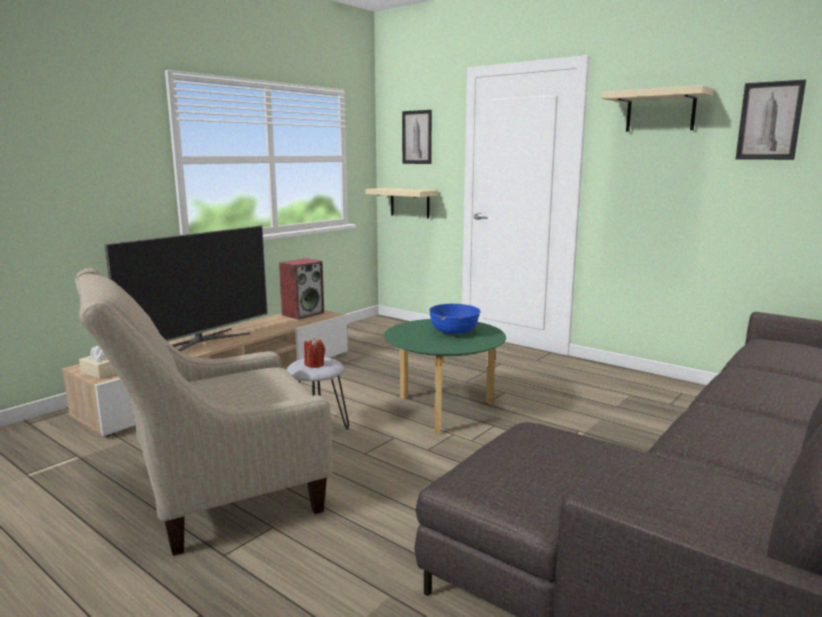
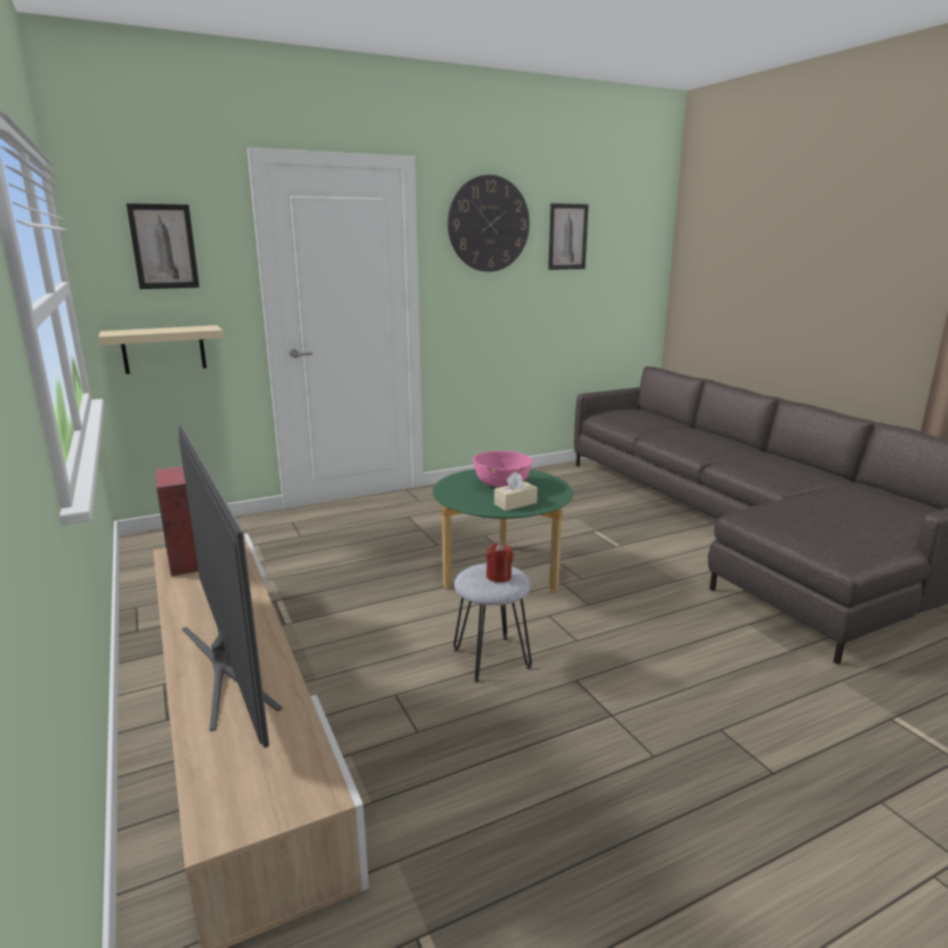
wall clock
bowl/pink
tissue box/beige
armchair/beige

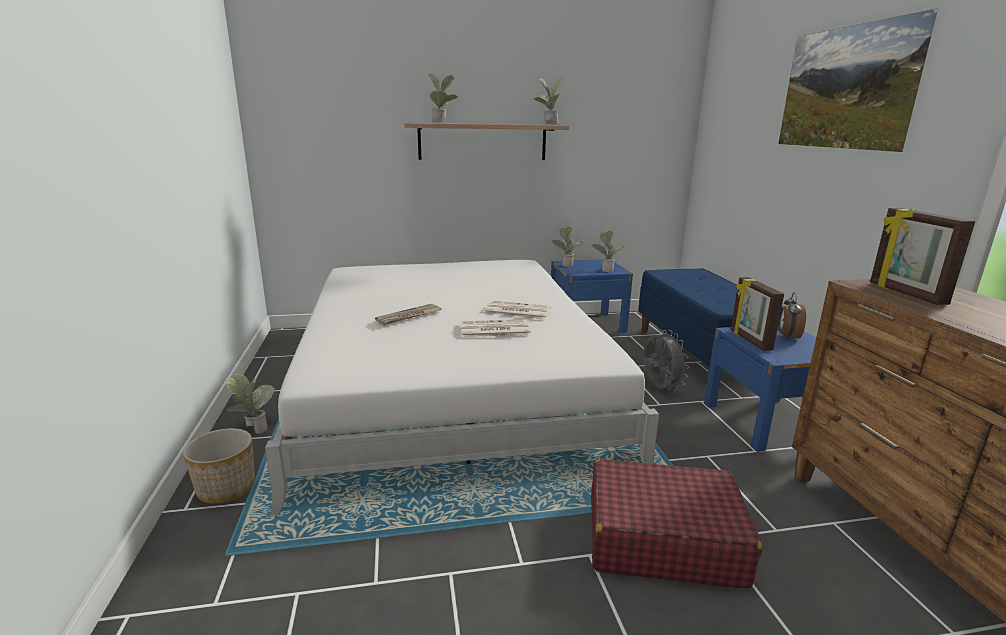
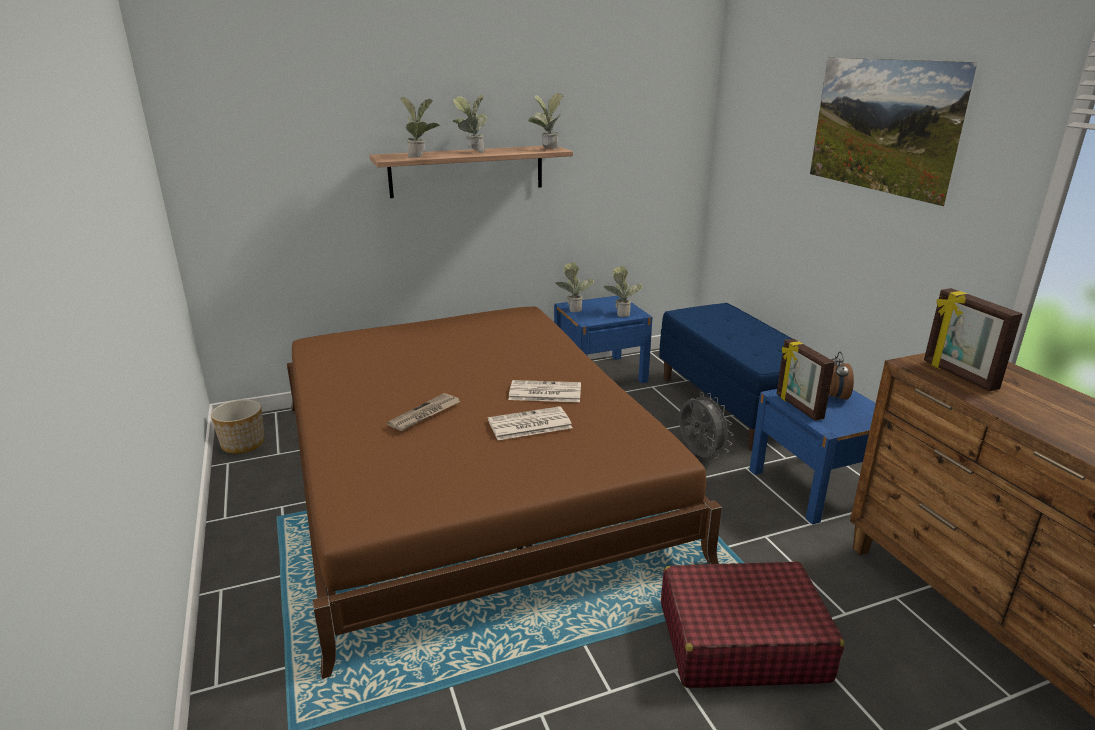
planter
bed/brown
potted plant (2nd from left)

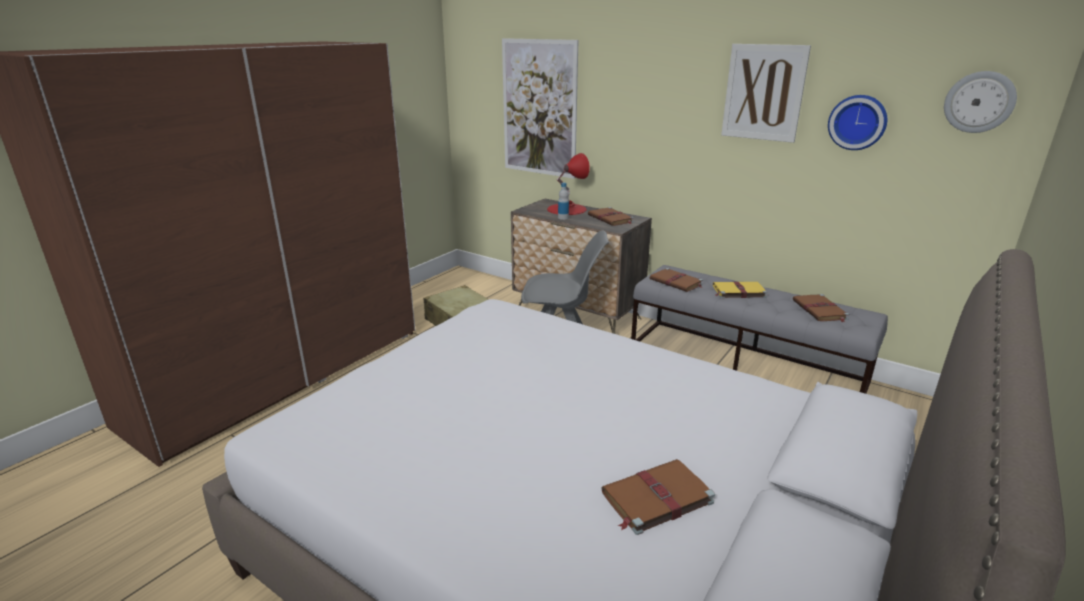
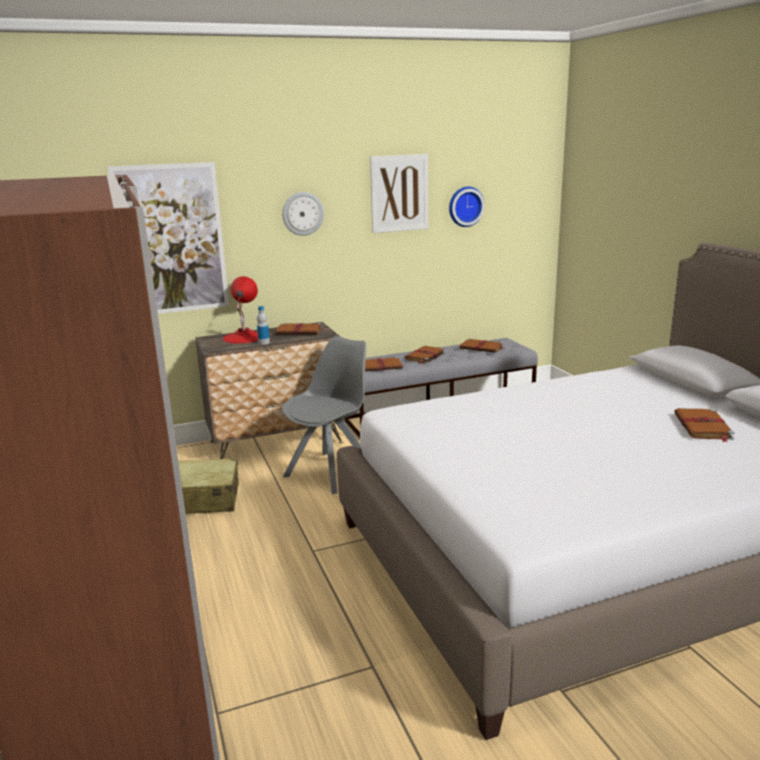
wall clock (1st from left)
book/brown (3rd from left)

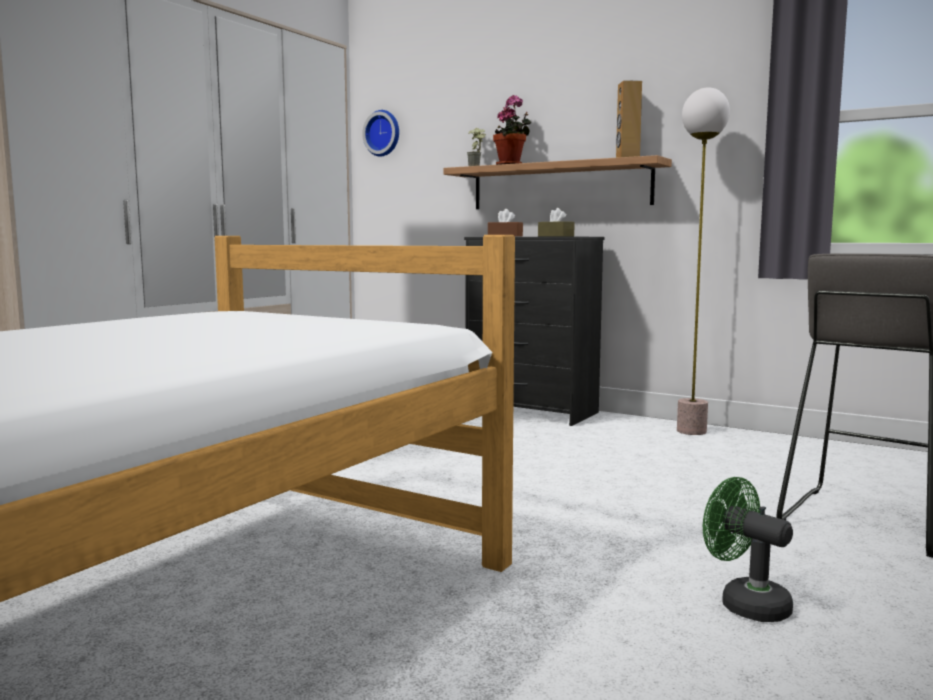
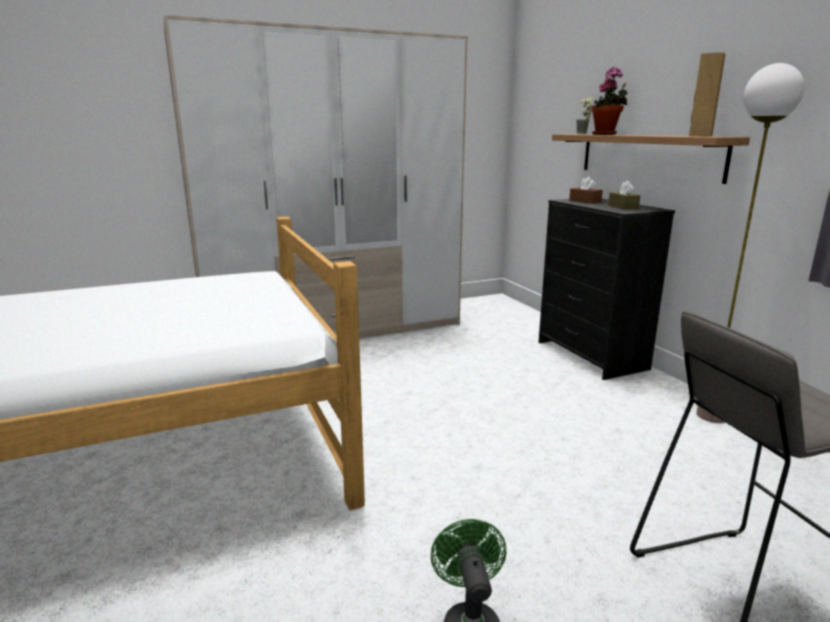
wall clock

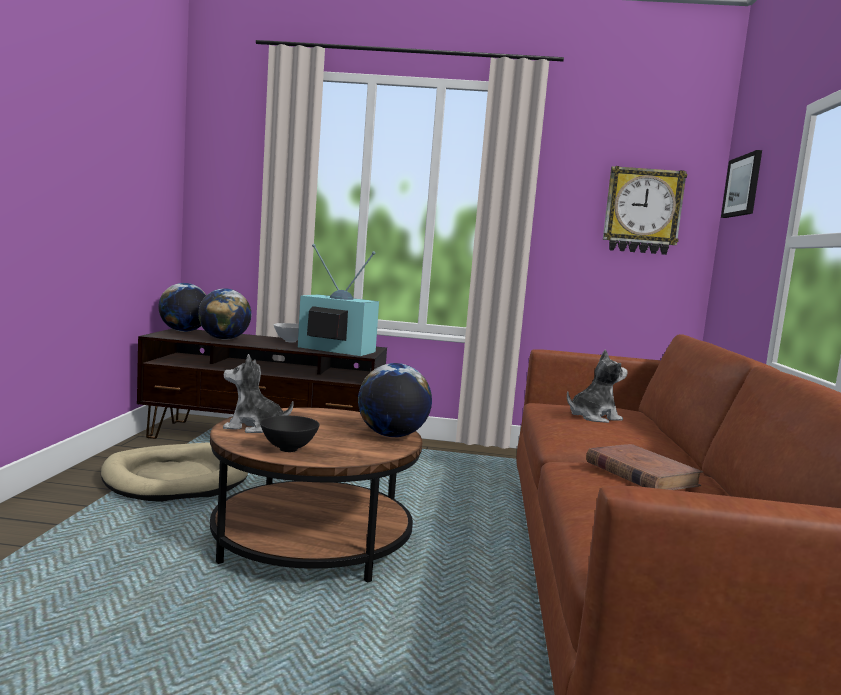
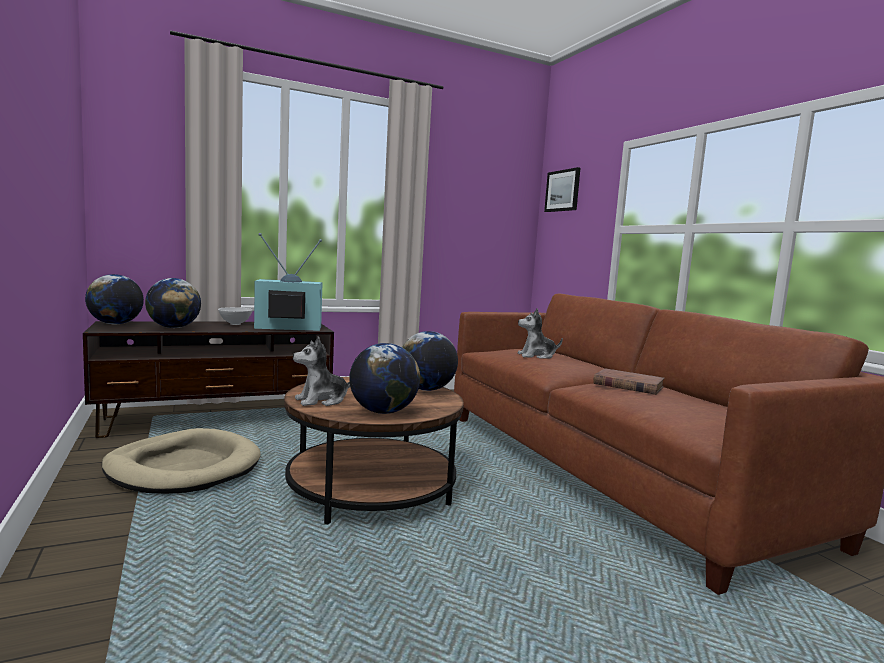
globe (3rd from left)
plush toy (2nd from left)
wall clock

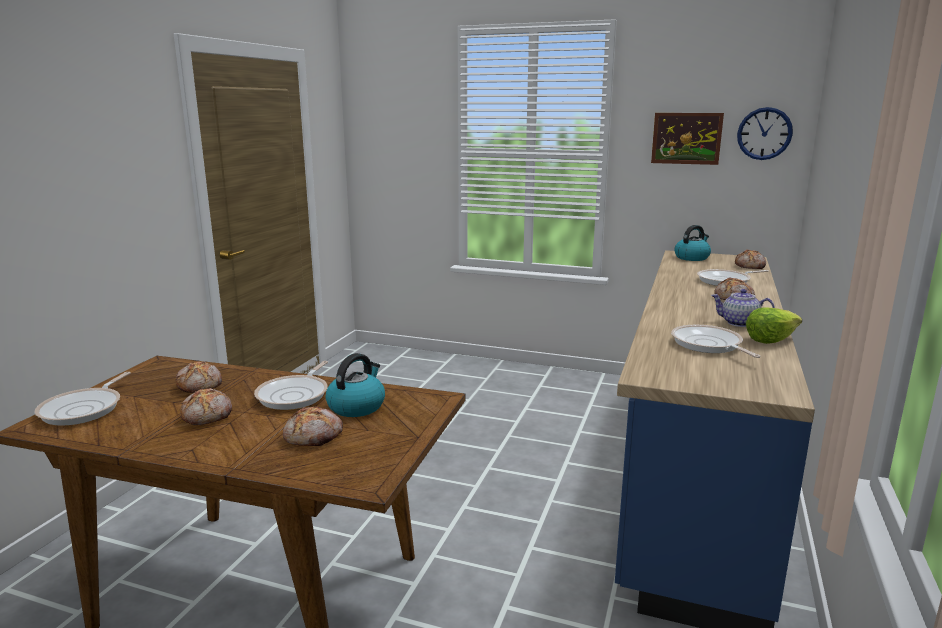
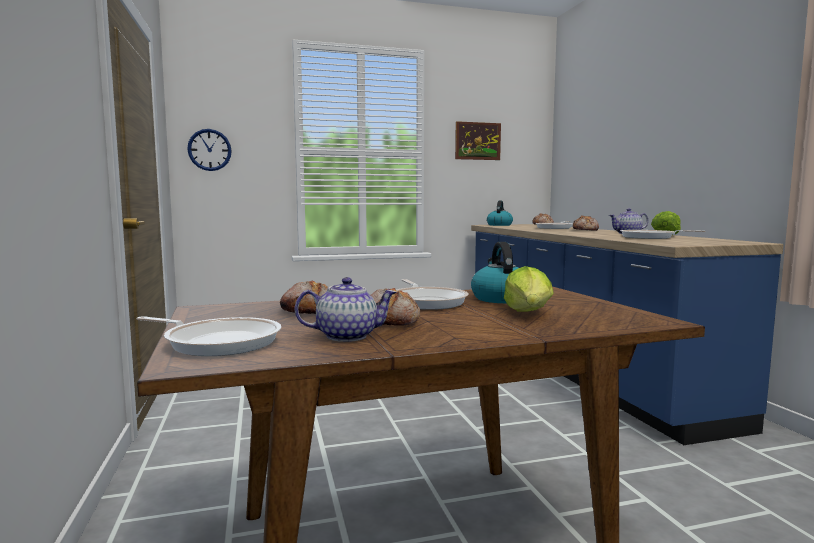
frying pan (1st from left)
wall clock
teapot (1st from left)
lettuce (1st from left)

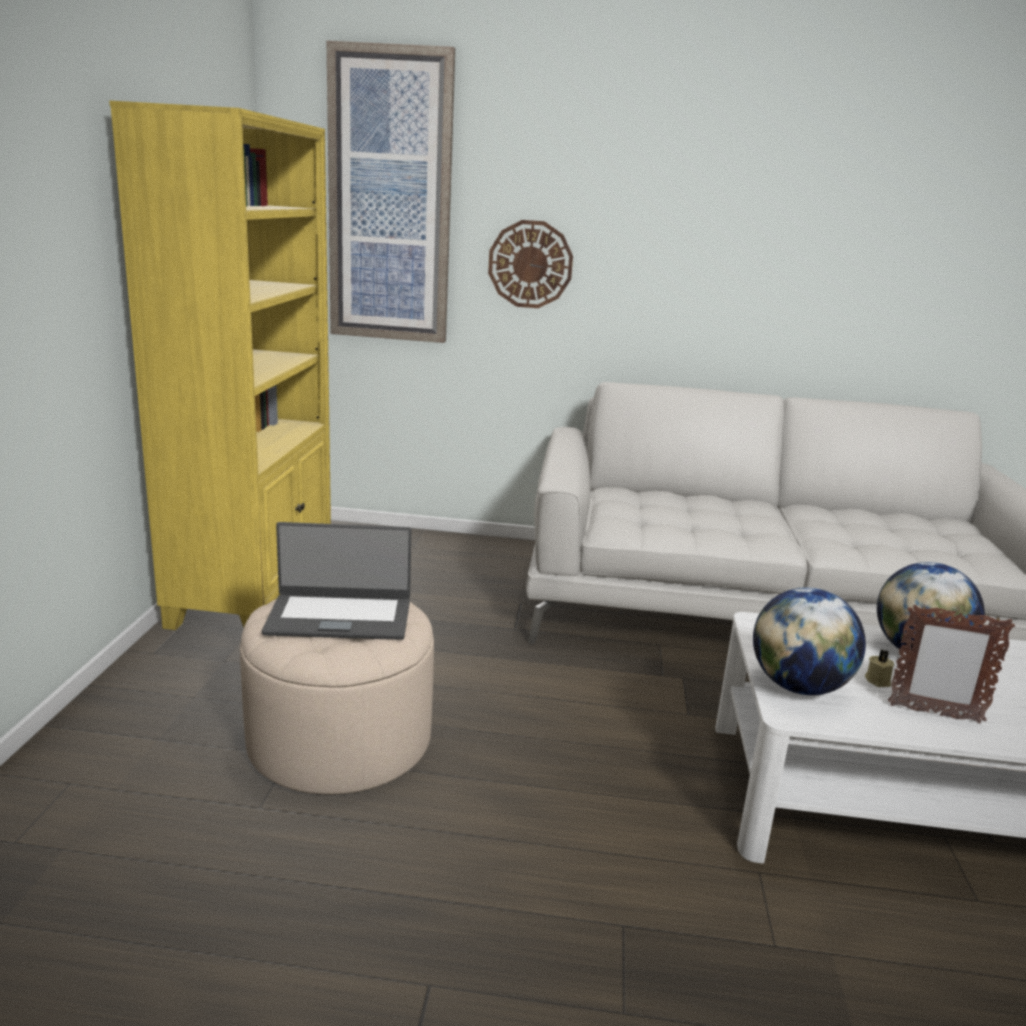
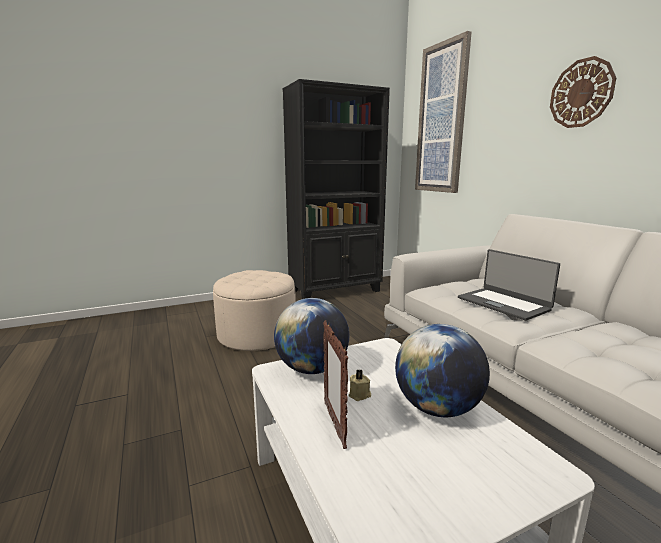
bookcase/black
laptop
wall clock

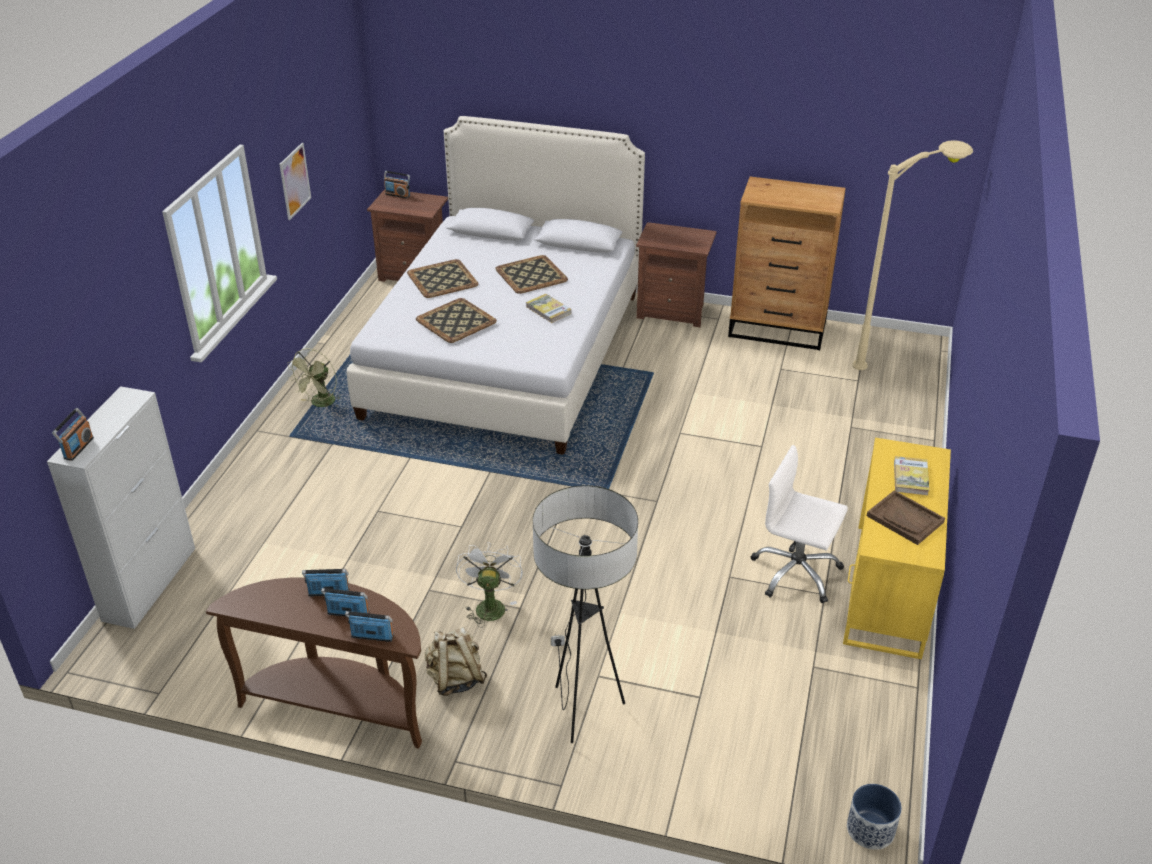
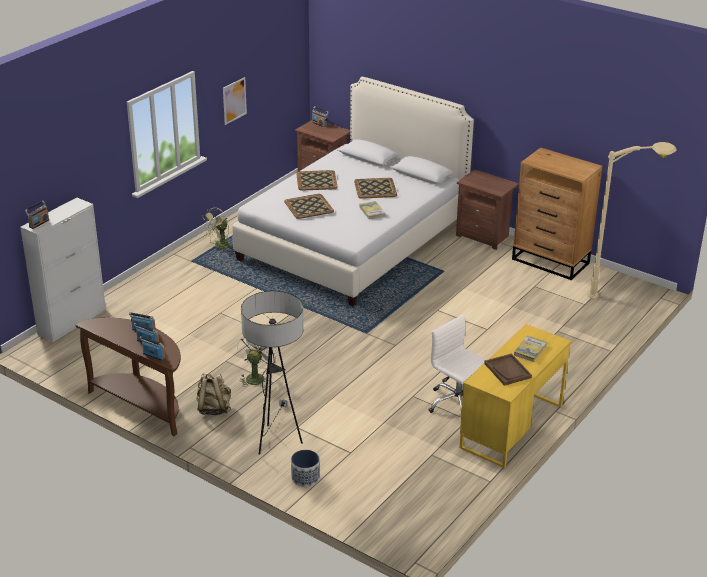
planter

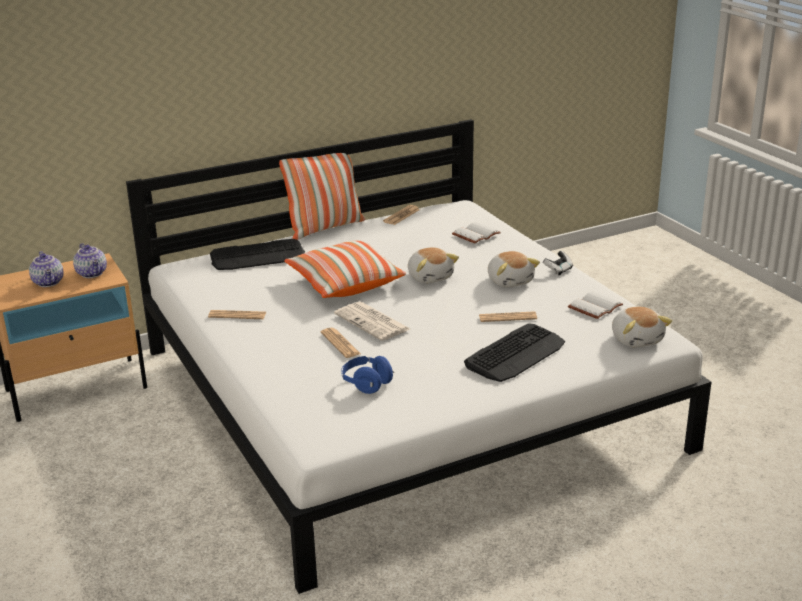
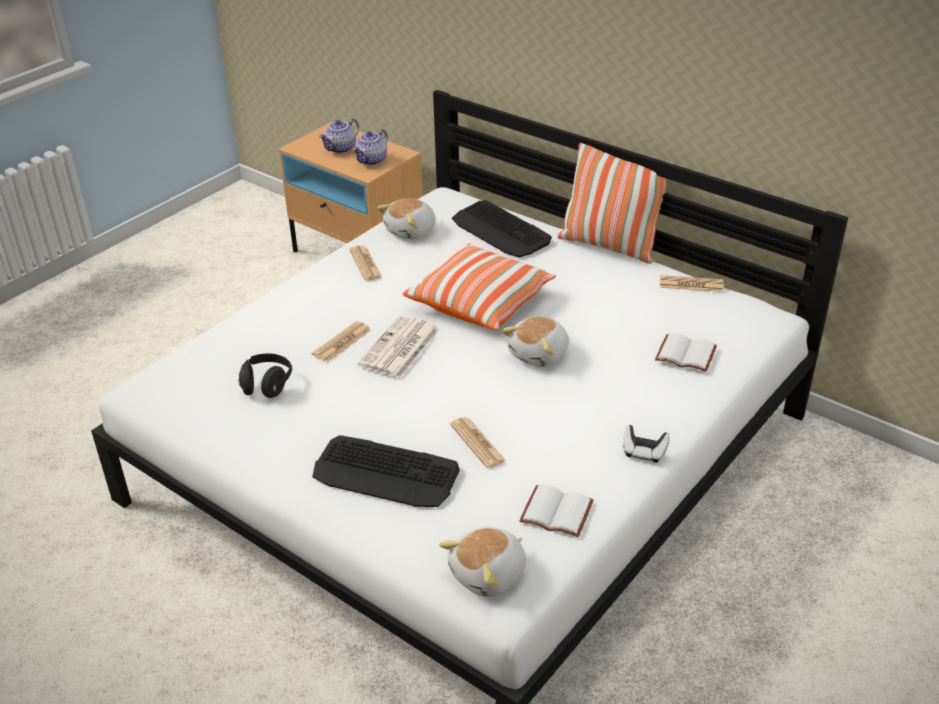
headphones/black
plush toy (1st from left)

